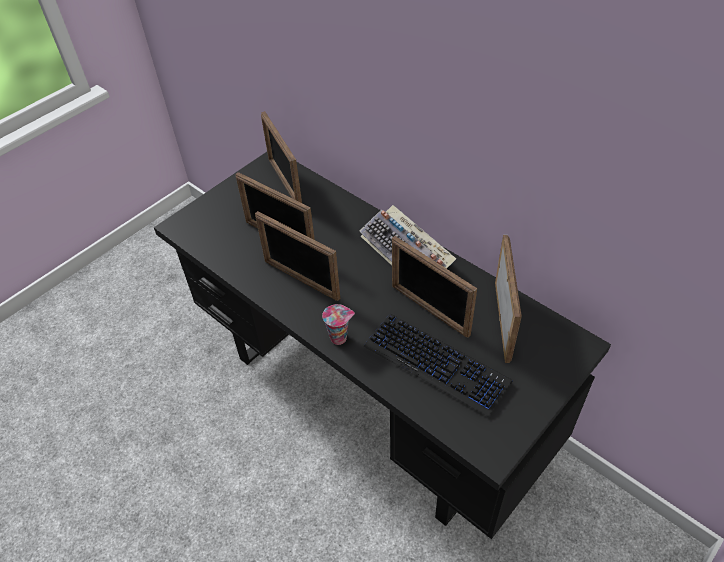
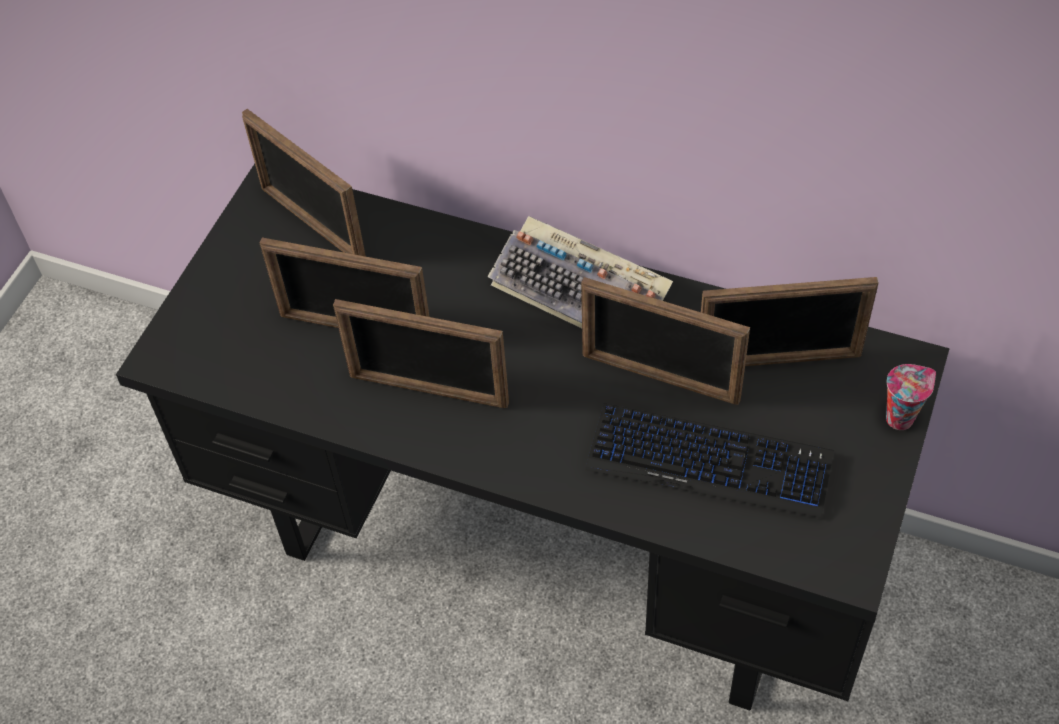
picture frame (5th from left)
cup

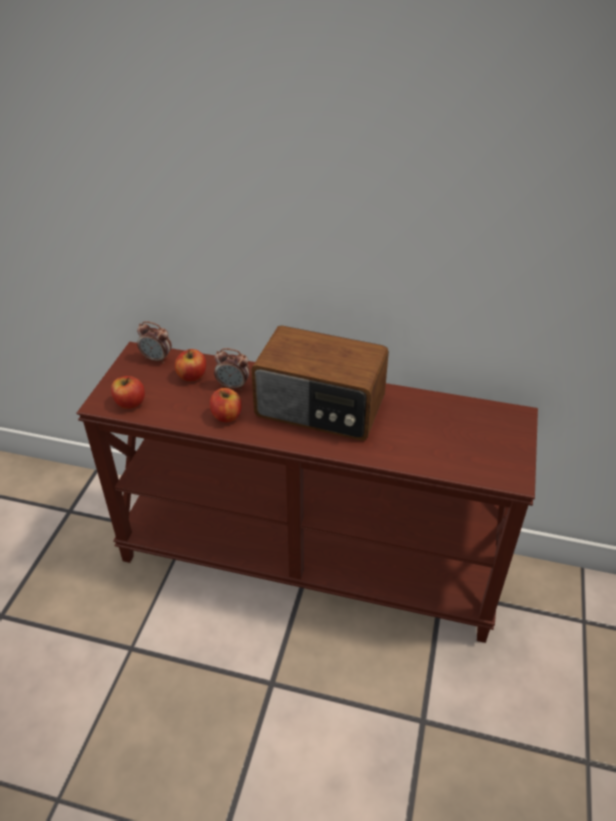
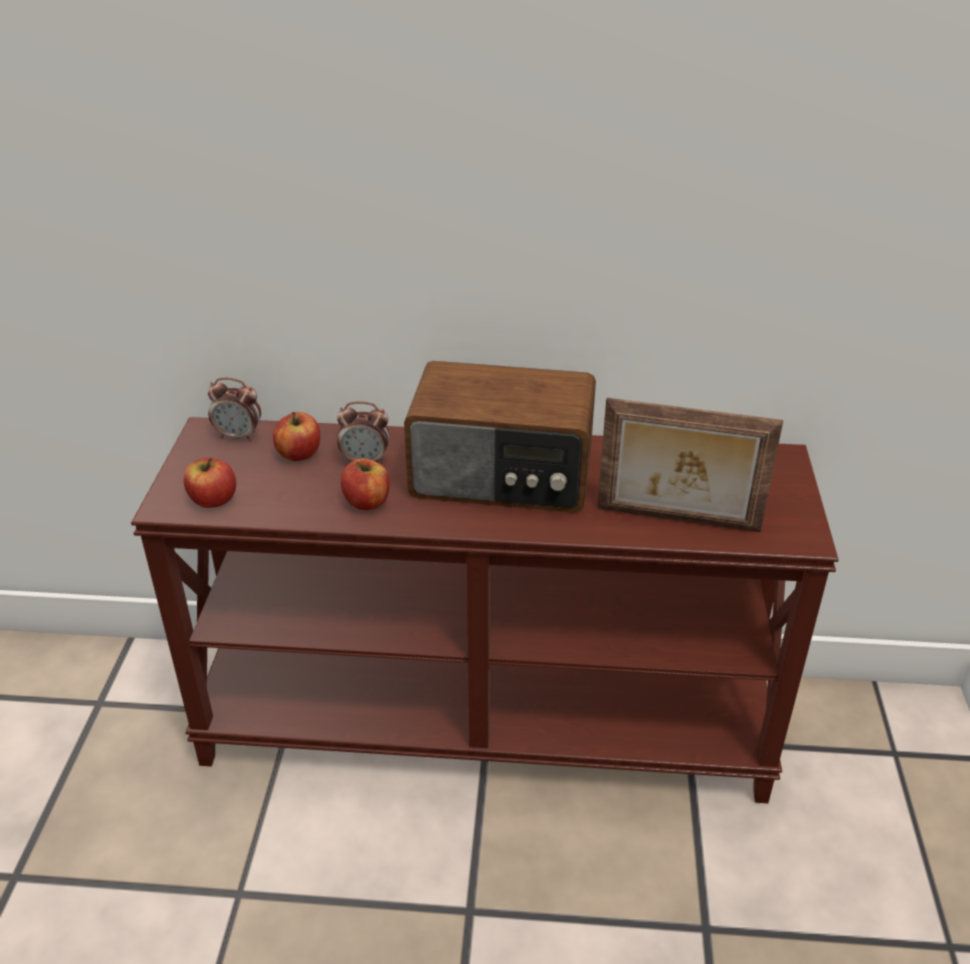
picture frame

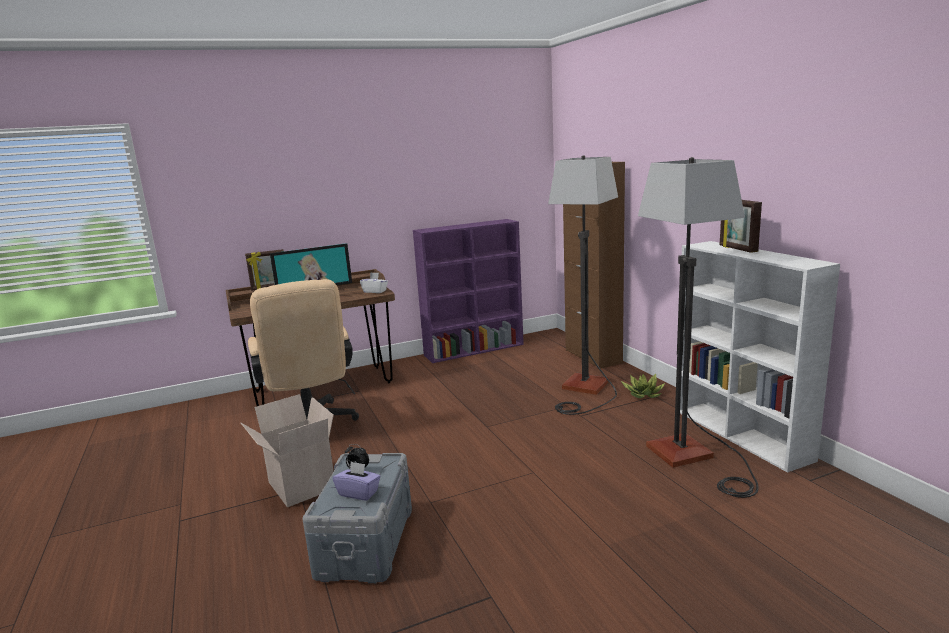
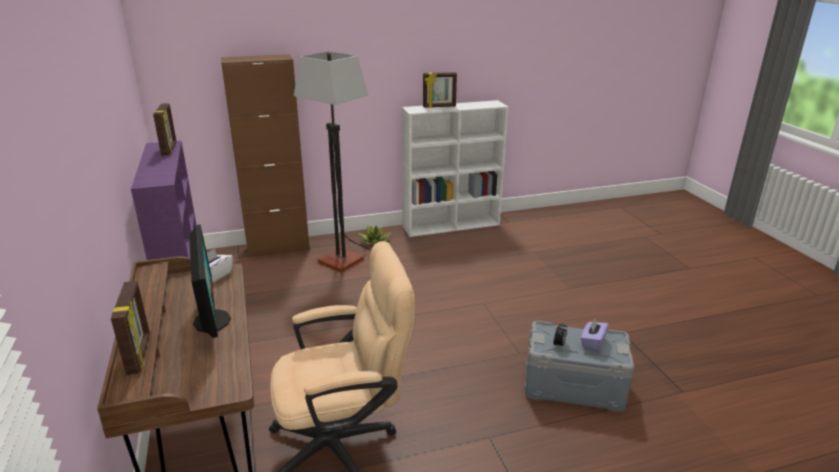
picture frame (2nd from left)
cardboard box
floor lamp (2nd from left in the first image)

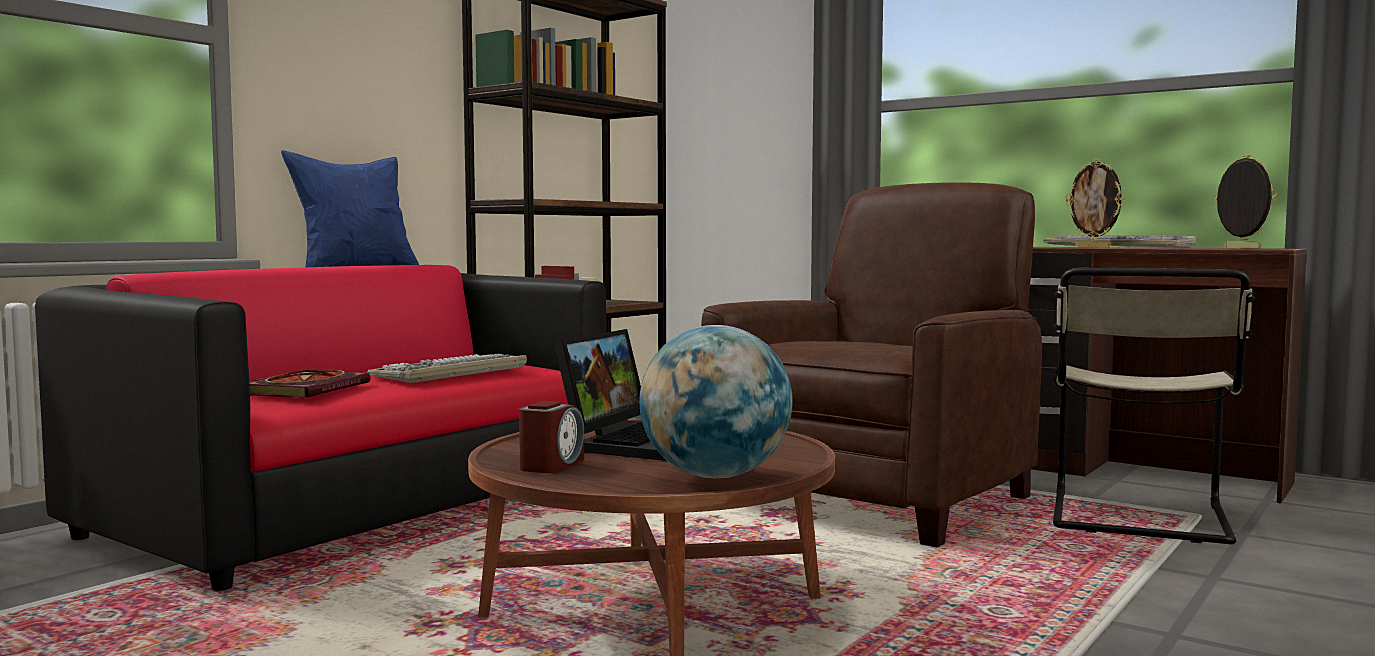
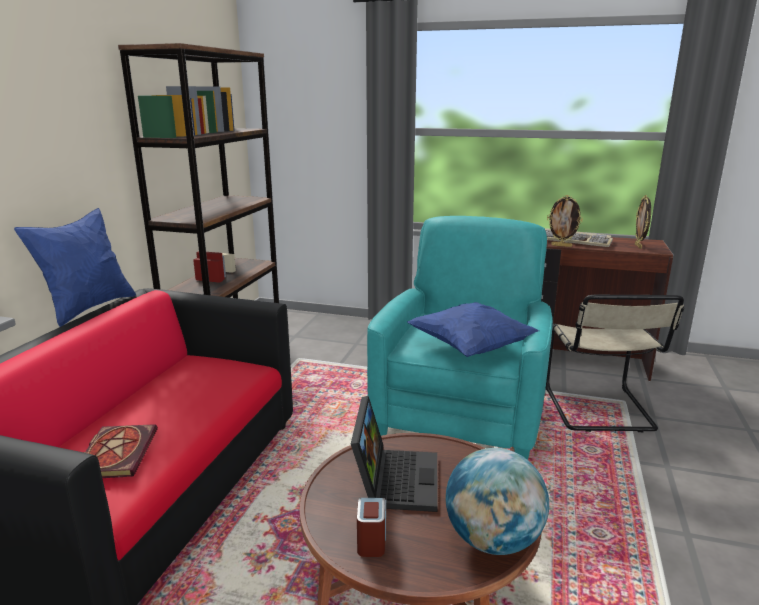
armchair/turquoise
pillow/blue (2nd from left)
picture frame (2nd from left)
keyboard (1st from left in the first image)

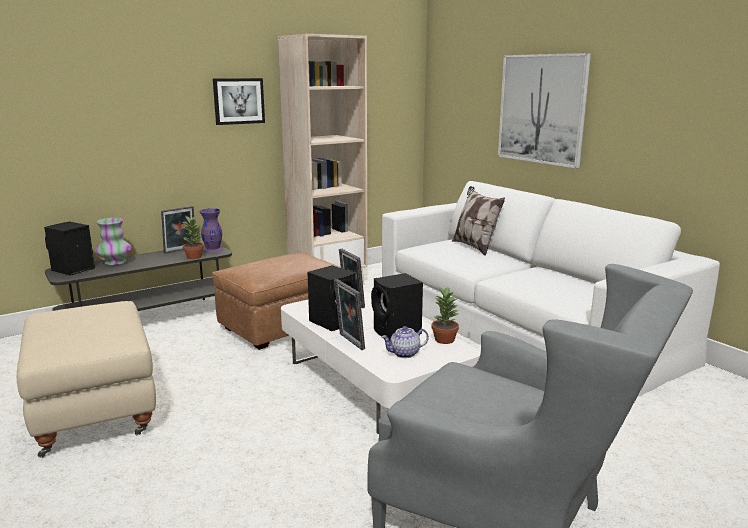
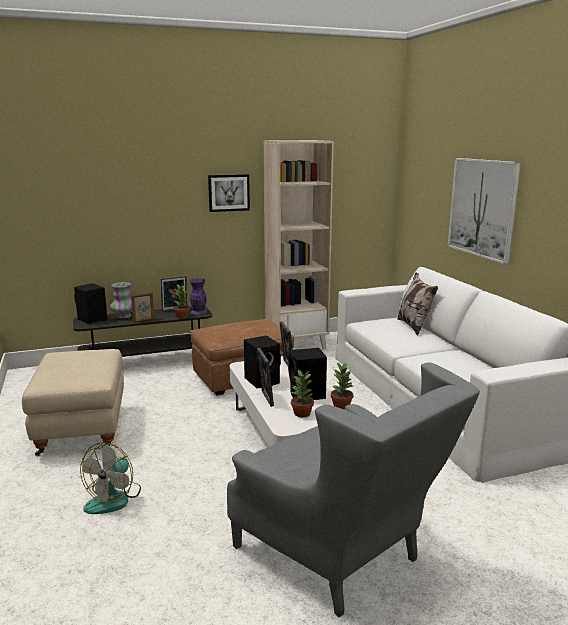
fan
picture frame (1st from left)
potted plant (2nd from left)

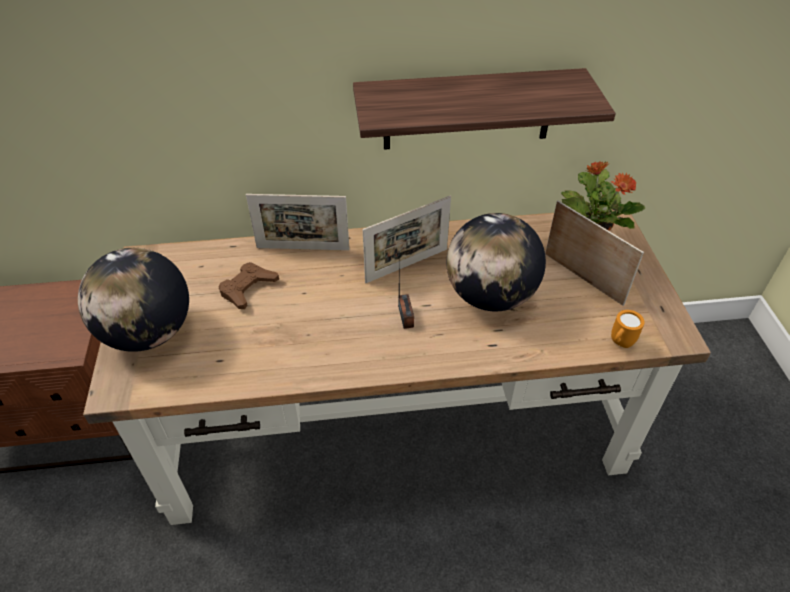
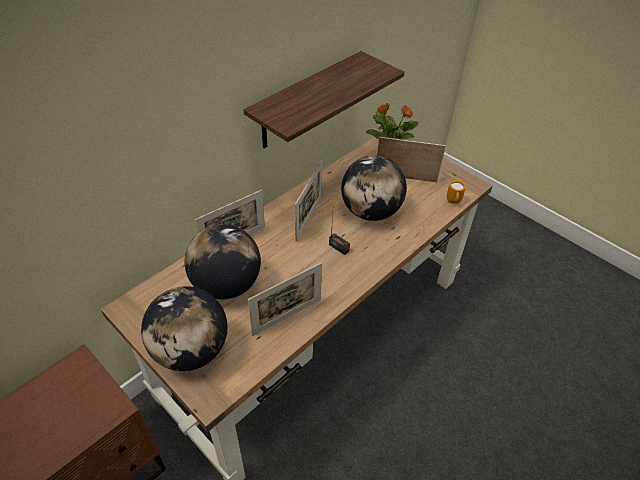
globe (2nd from left)
picture frame (2nd from left)

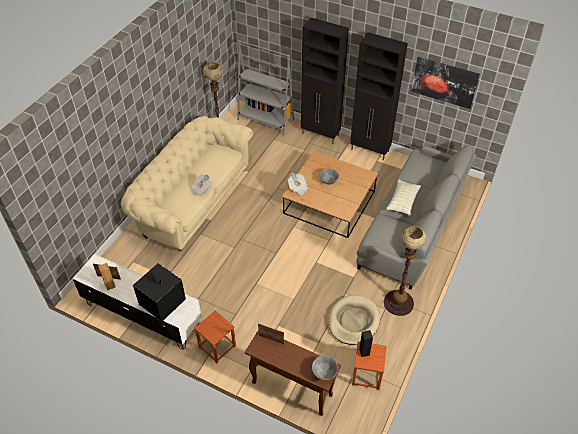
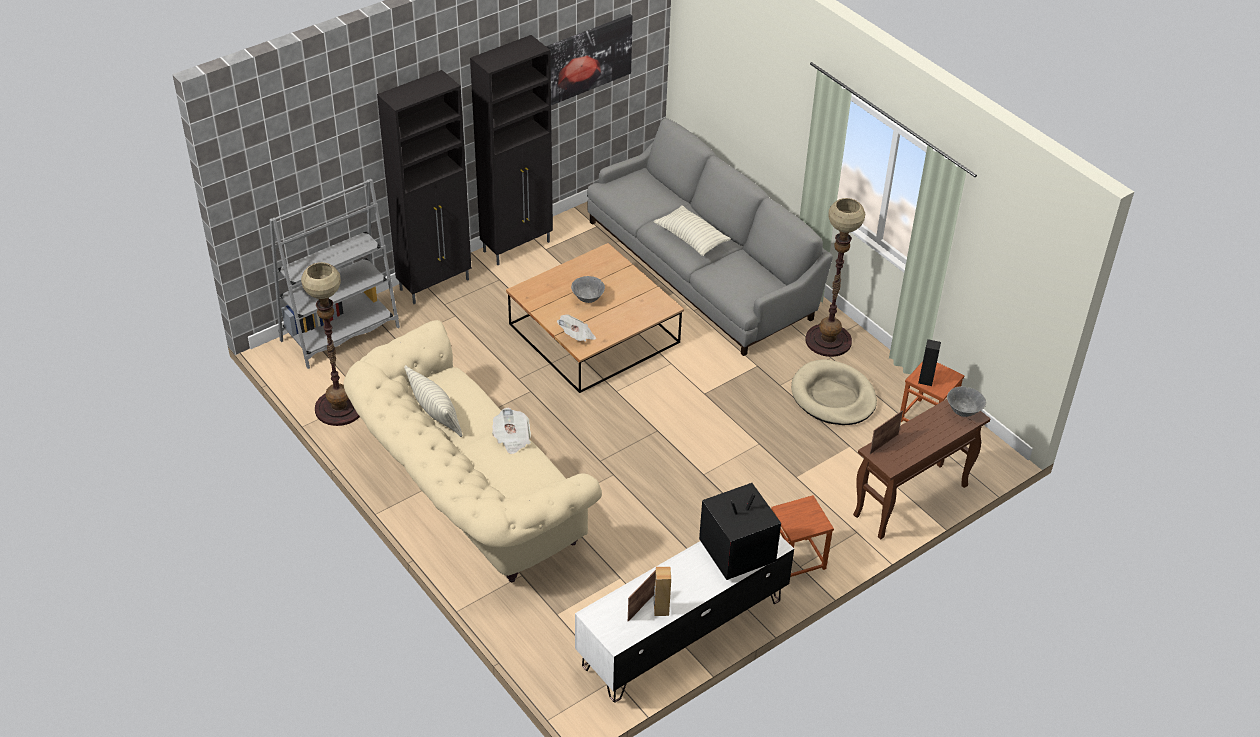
pillow (1st from left)

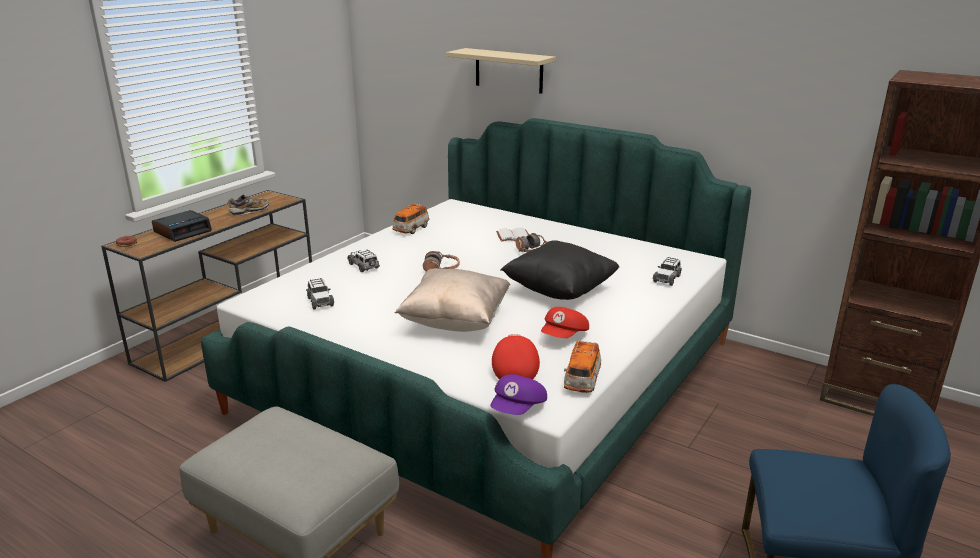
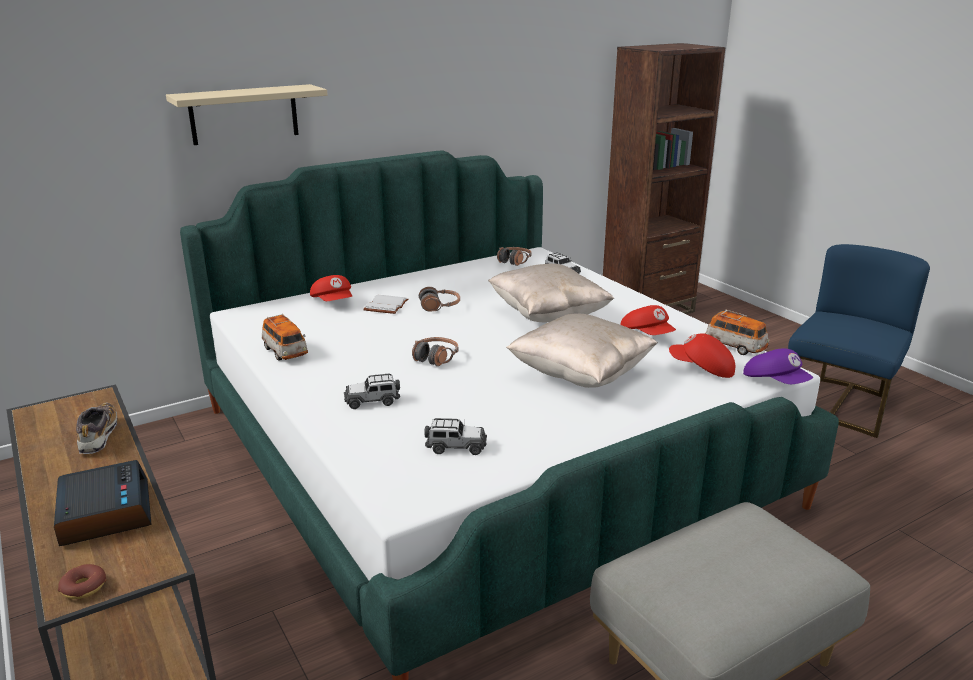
cap/red (1st from left)
pillow/beige (1st from left)
headphones (3rd from left)

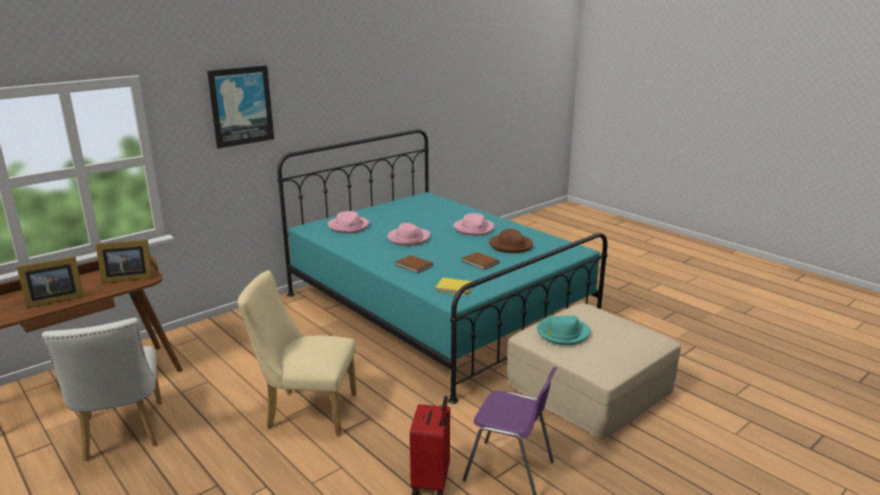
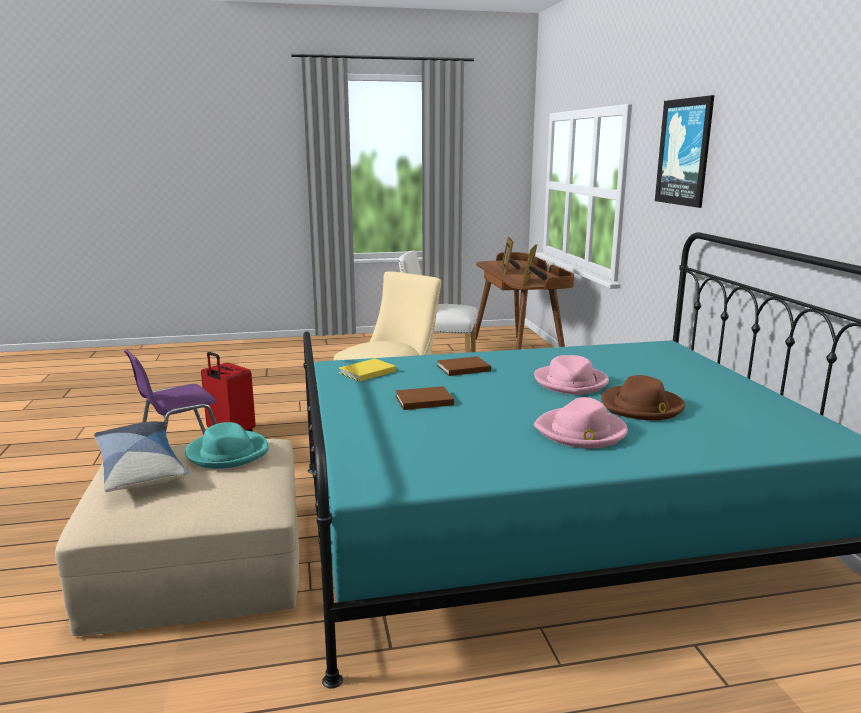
pillow
hat/brown
hat/pink (1st from left in the first image)

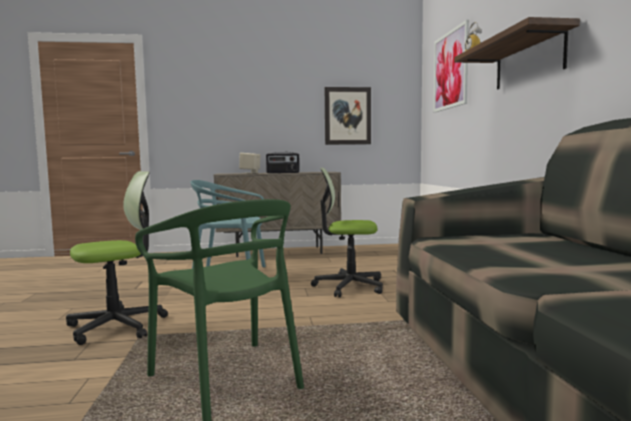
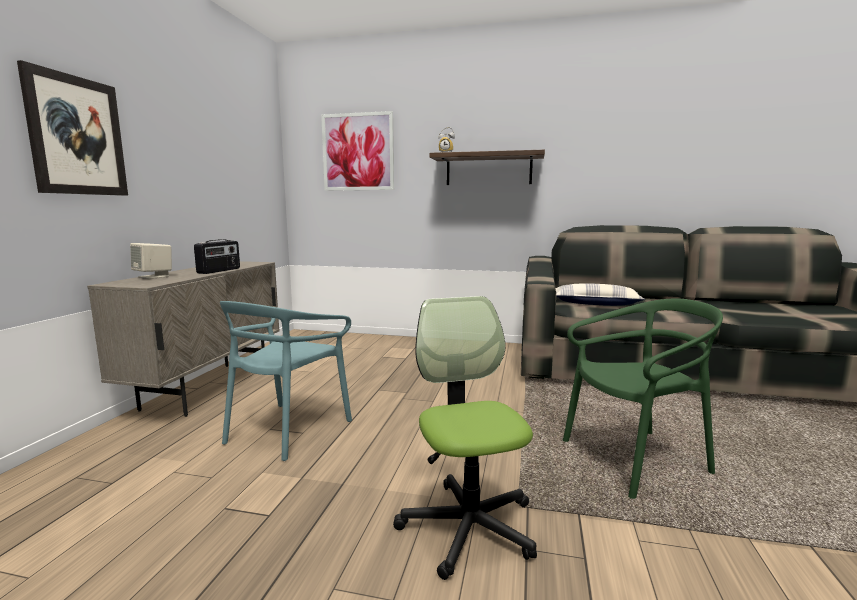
picture (1st from left)
pillow
office chair (2nd from left in the first image)

